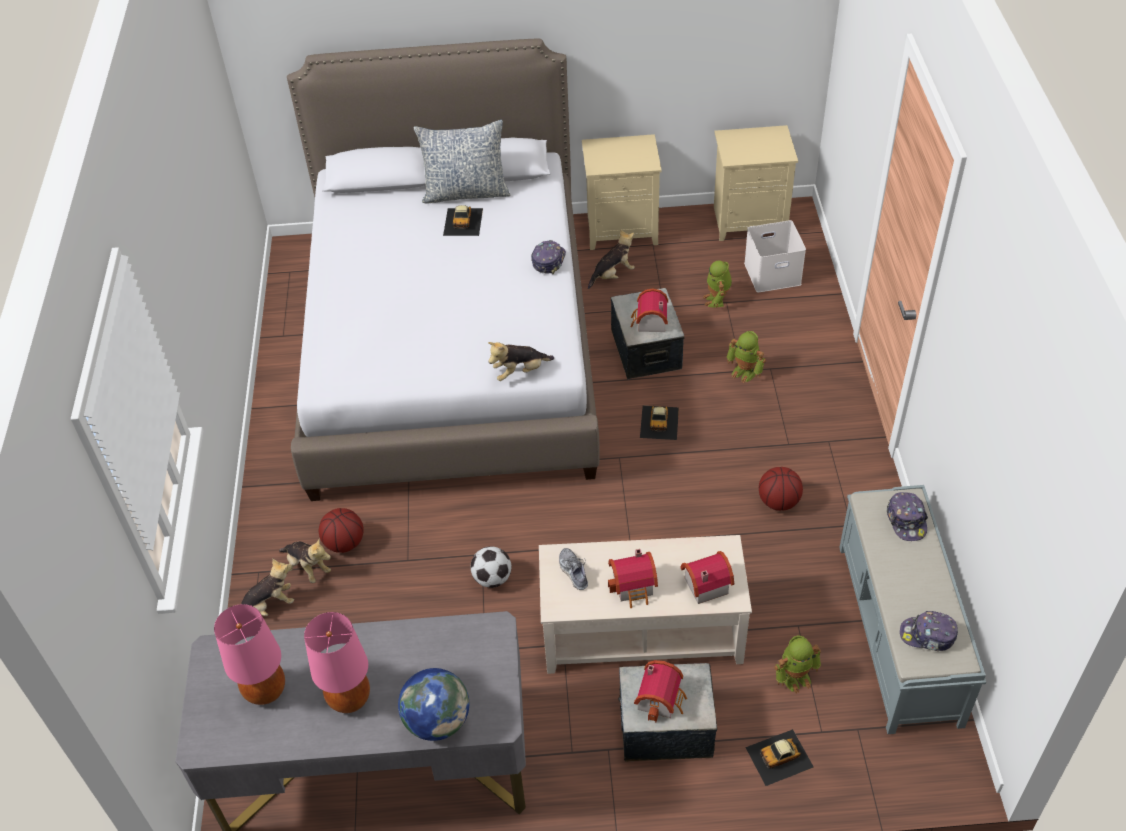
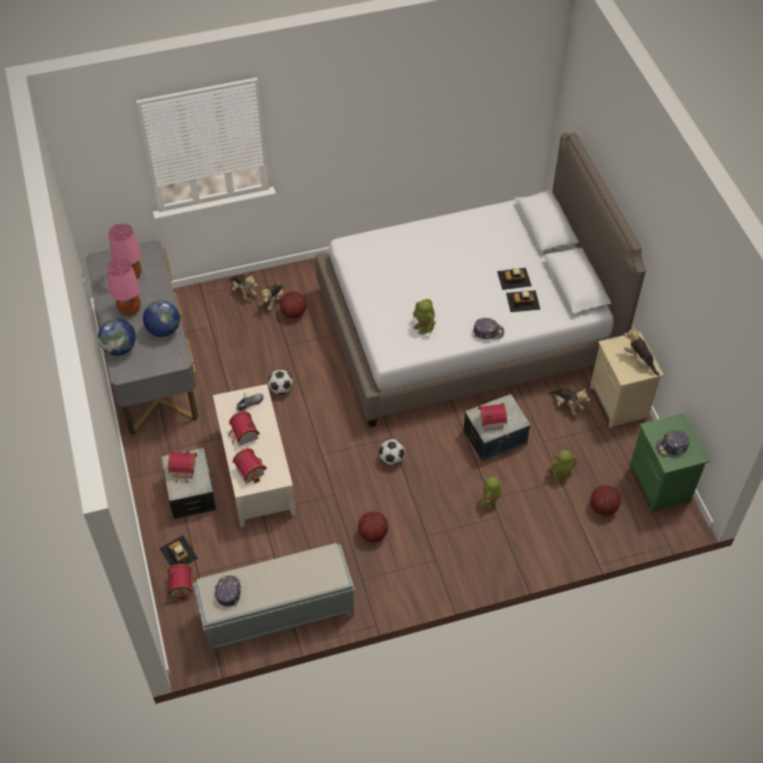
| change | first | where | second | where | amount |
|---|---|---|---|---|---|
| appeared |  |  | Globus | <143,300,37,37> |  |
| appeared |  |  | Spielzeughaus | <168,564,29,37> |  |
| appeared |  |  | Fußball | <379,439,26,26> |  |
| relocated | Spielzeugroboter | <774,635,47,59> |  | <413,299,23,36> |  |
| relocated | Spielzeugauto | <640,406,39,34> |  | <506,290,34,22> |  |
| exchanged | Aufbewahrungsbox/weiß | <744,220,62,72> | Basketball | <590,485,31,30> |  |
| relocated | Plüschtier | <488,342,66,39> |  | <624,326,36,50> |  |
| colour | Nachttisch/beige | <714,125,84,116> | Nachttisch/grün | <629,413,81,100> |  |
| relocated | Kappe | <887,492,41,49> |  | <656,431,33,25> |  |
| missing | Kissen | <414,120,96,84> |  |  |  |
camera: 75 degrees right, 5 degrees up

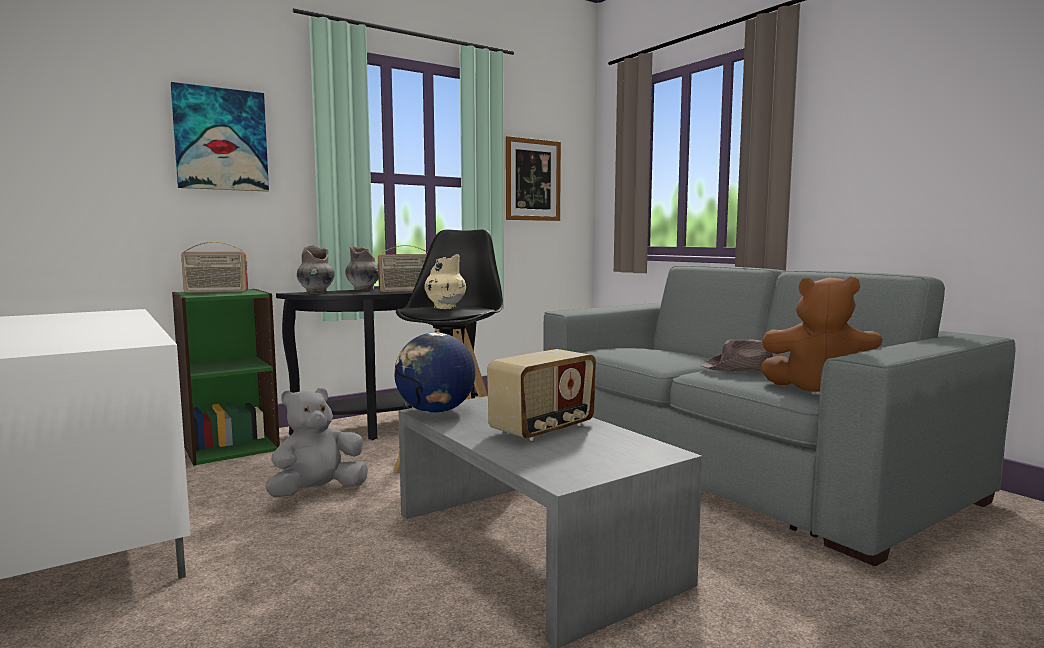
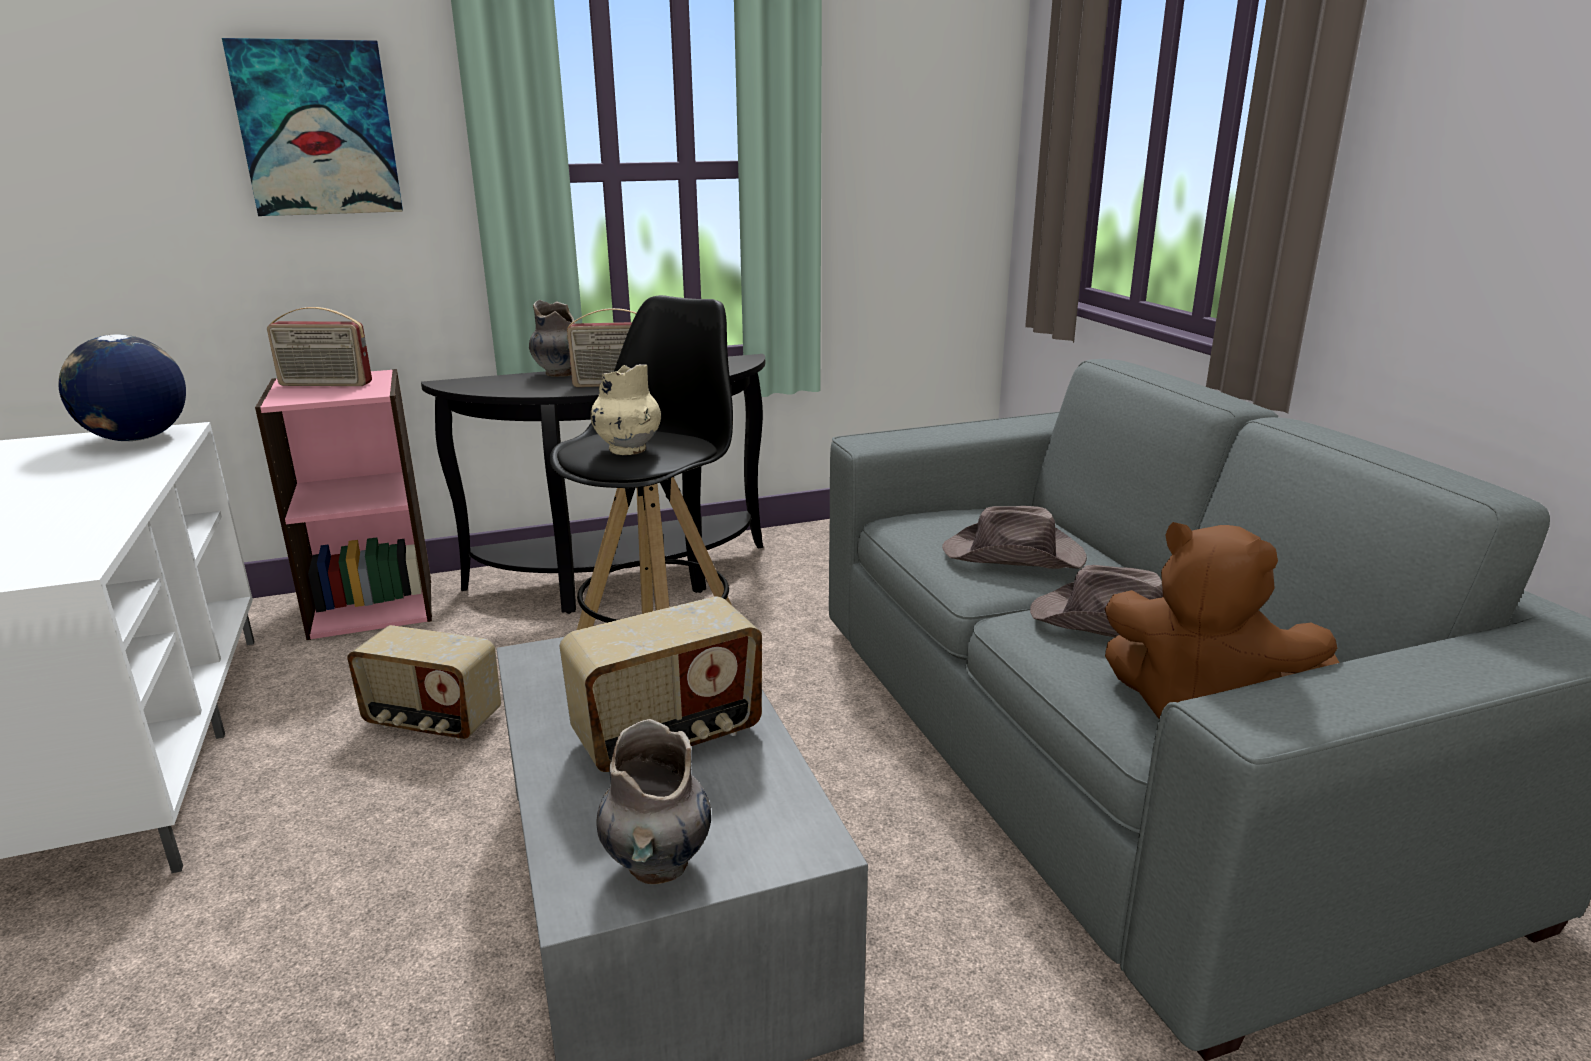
| change | first | where | second | where | amount |
|---|---|---|---|---|---|
| relocated | Globus | <394,332,82,81> |  | <58,334,128,107> |  |
| colour | Bücherregal/grün | <172,289,108,177> | Bücherregal/rosa | <255,369,177,271> |  |
| exchanged | Plüschtier/grau | <265,388,103,109> | Radio | <347,625,154,115> |  |
| relocated | Vase/grau | <297,246,38,48> |  | <596,719,115,165> |  |
| appeared |  |  | Hut/braun | <942,506,145,63> |  |
| missing | Bild | <506,136,55,85> |  |  |  |
camera: 15 degrees right, 15 degrees up

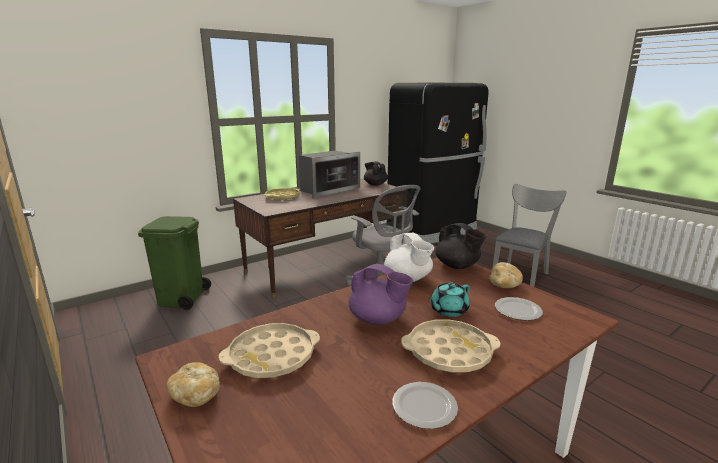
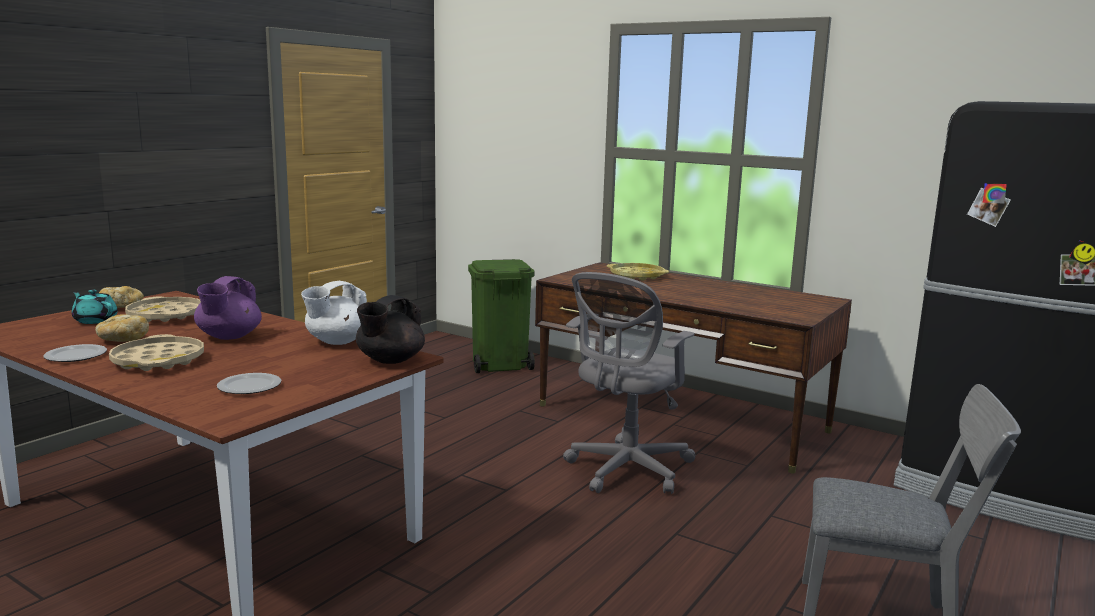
| change | first | where | second | where | amount |
|---|---|---|---|---|---|
| relocated | Teekanne/türkis | <428,283,42,34> |  | <72,290,46,34> |  |
| relocated | Brot | <489,262,34,26> |  | <95,314,54,28> |  |
| missing | Mikrowelle | <299,151,61,47> |  |  |  |
| missing | Teekanne/schwarz | <364,161,24,25> |  |  |  |
camera: 70 degrees right, 5 degrees down

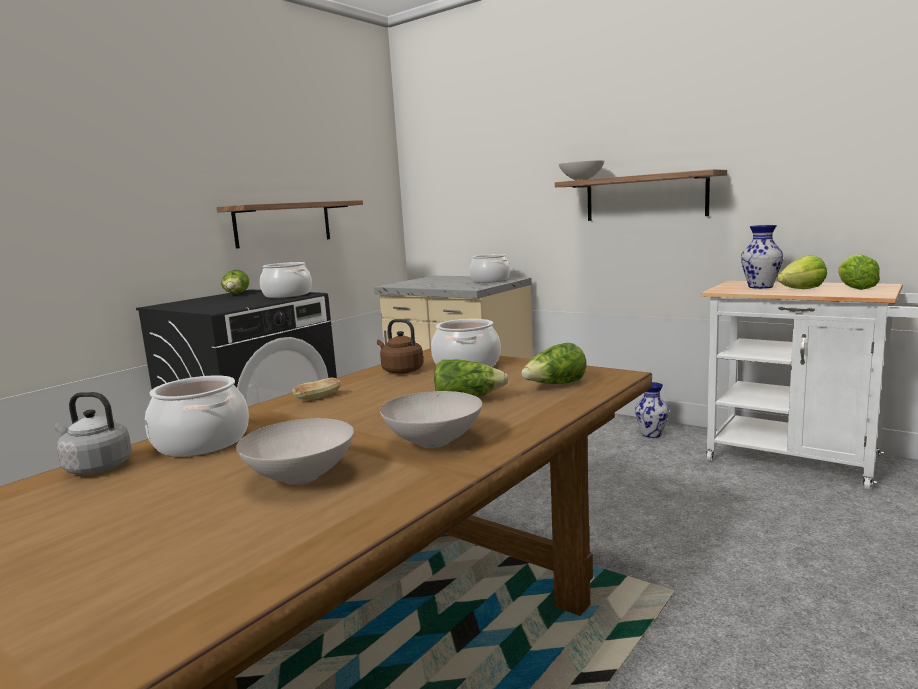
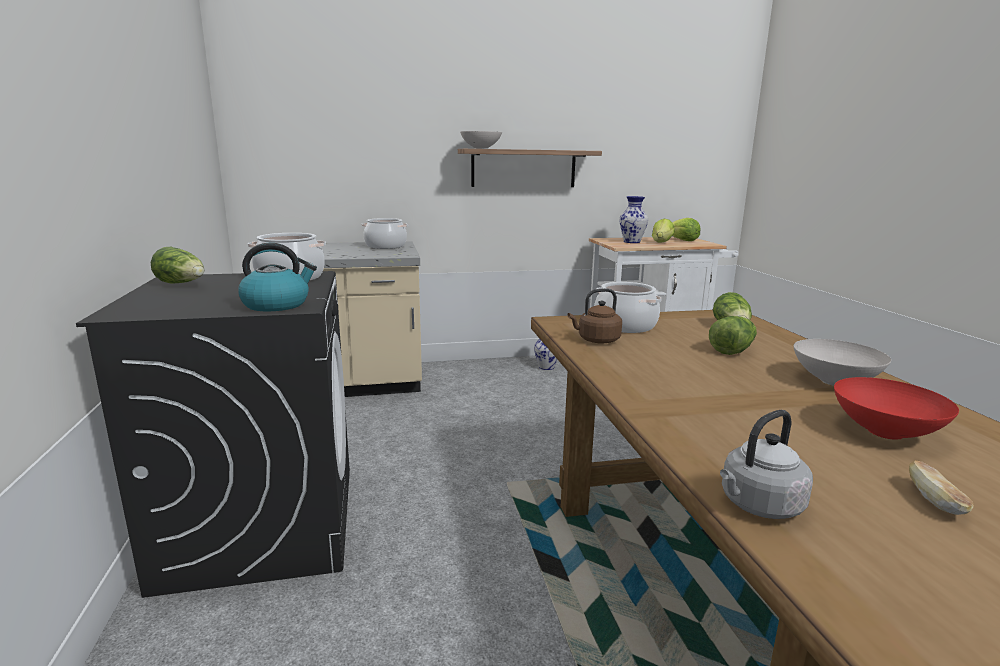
| change | first | where | second | where | amount |
|---|---|---|---|---|---|
| appeared |  |  | Wasserkessel | <238,243,79,68> |  |
| colour | Schüssel/weiß | <236,418,118,67> | Schüssel/rot | <834,377,125,63> |  |
| relocated | Brot | <293,378,48,22> |  | <909,461,65,54> |  |
| missing | Kochtopf | <145,375,104,81> |  |  |  |
| missing | Wandregal | <217,200,146,49> |  |  |  |
camera: 50 degrees left, 5 degrees up

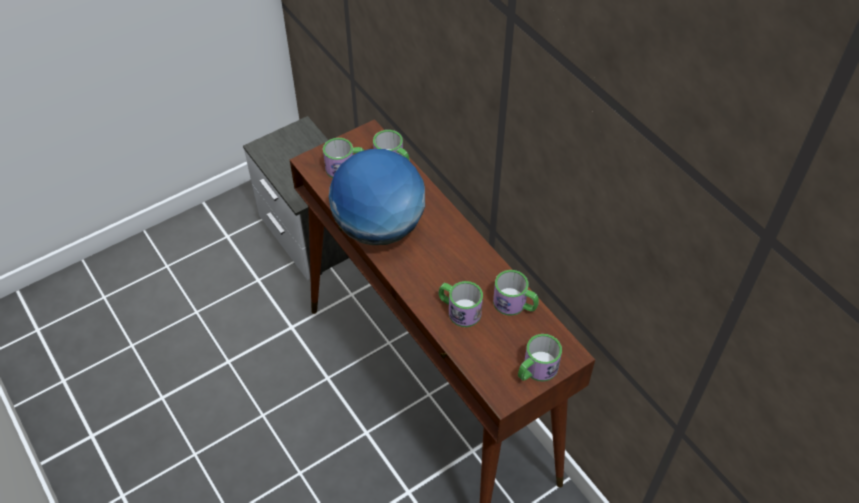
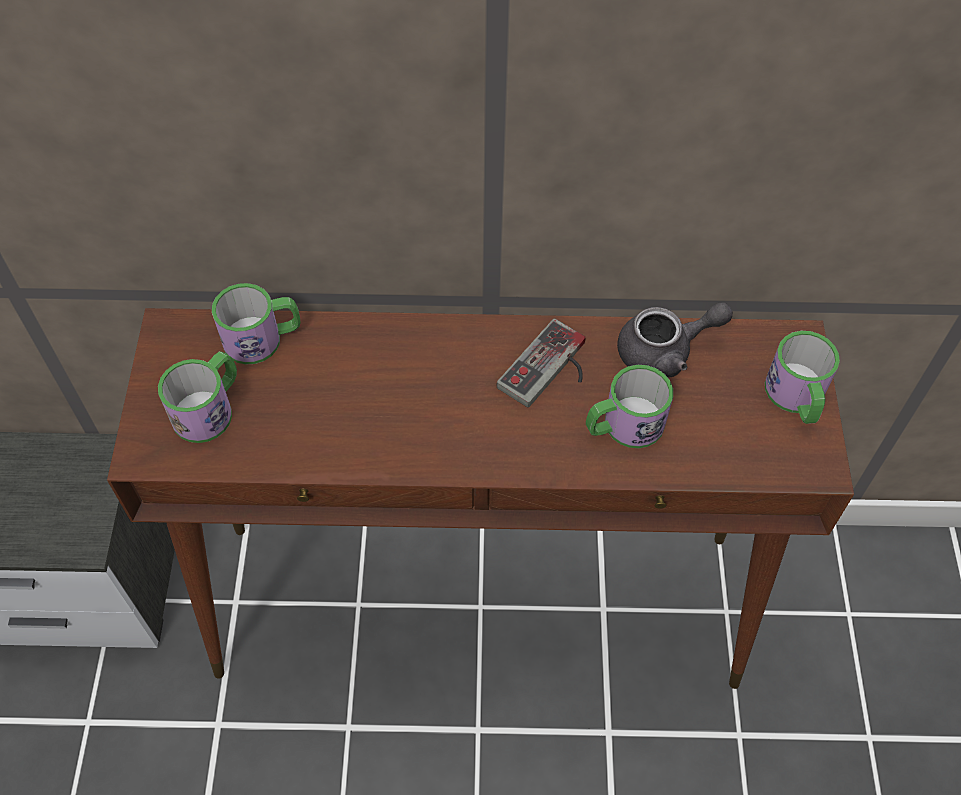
| change | first | where | second | where | amount |
|---|---|---|---|---|---|
| appeared |  |  | Gamepad | <496,318,90,90> |  |
| exchanged | Henkelbecher | <493,270,46,46> | Teekanne/grau | <617,302,116,75> |  |
| missing | Globus | <329,149,96,96> |  |  |  |
camera: 55 degrees left, 5 degrees up

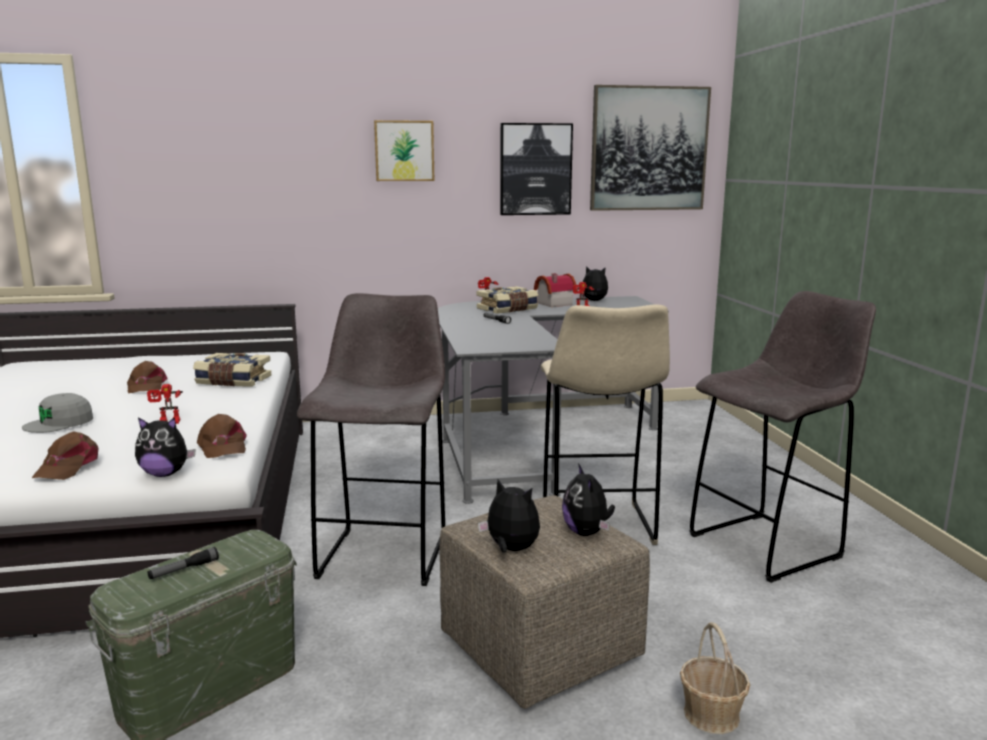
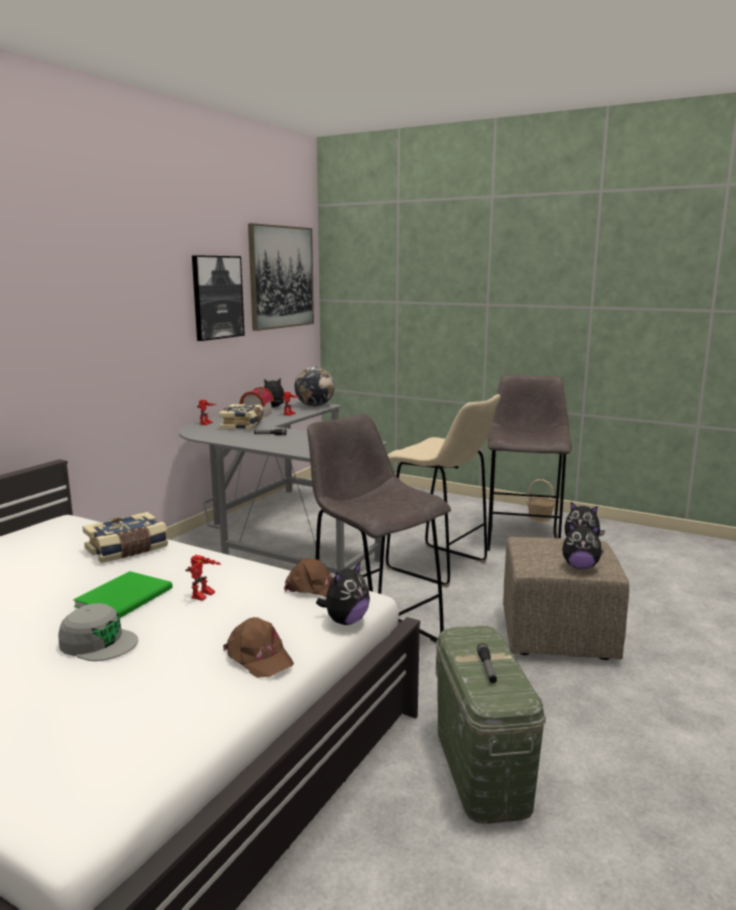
| change | first | where | second | where | amount |
|---|---|---|---|---|---|
| spun | Kappe/grau | <22,393,71,40> |  | <58,603,80,58> | 60 degrees counterclockwise |
| appeared |  |  | Buch/grün | <73,571,100,47> |  |
| appeared |  |  | Globus | <295,367,39,40> |  |
| relocated | Korb | <680,622,70,112> |  | <527,479,28,43> |  |
| spun | Plüschtier | <478,479,62,73> |  | <562,523,42,46> | 150 degrees counterclockwise |
| missing | Kappe/braun | <127,361,41,32> |  |  |  |
| missing | Bild | <374,120,60,61> |  |  |  |
camera: 50 degrees left, 0 degrees up

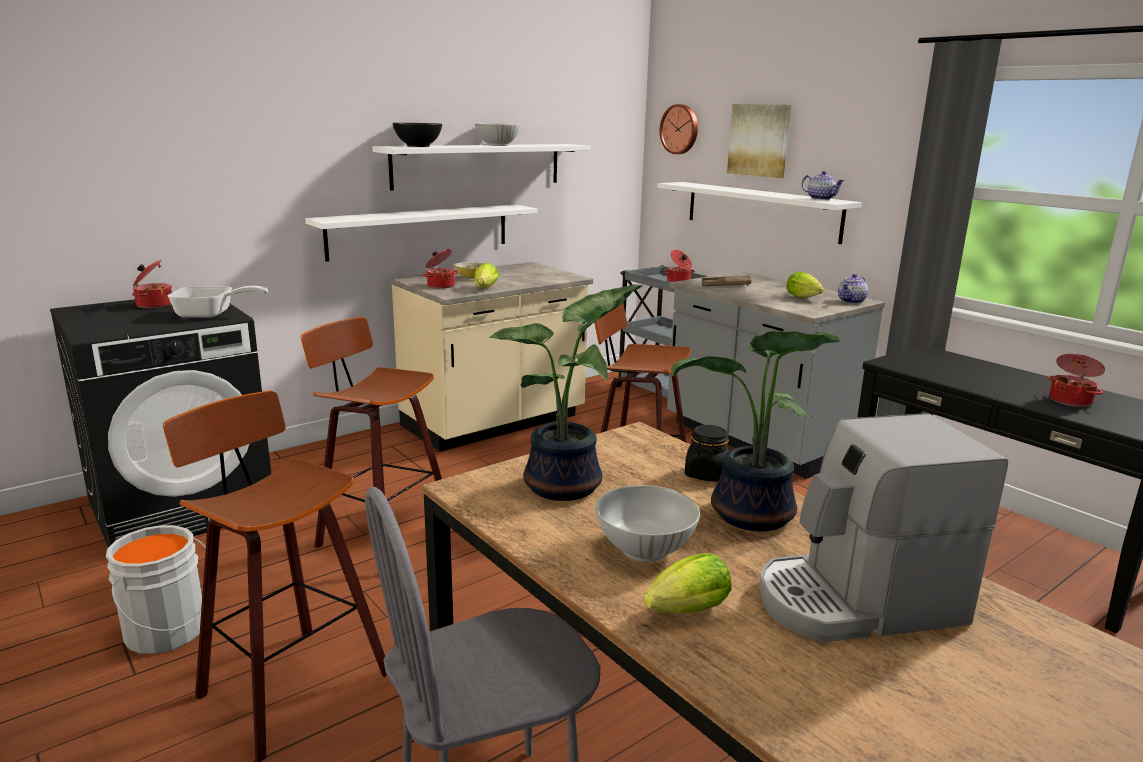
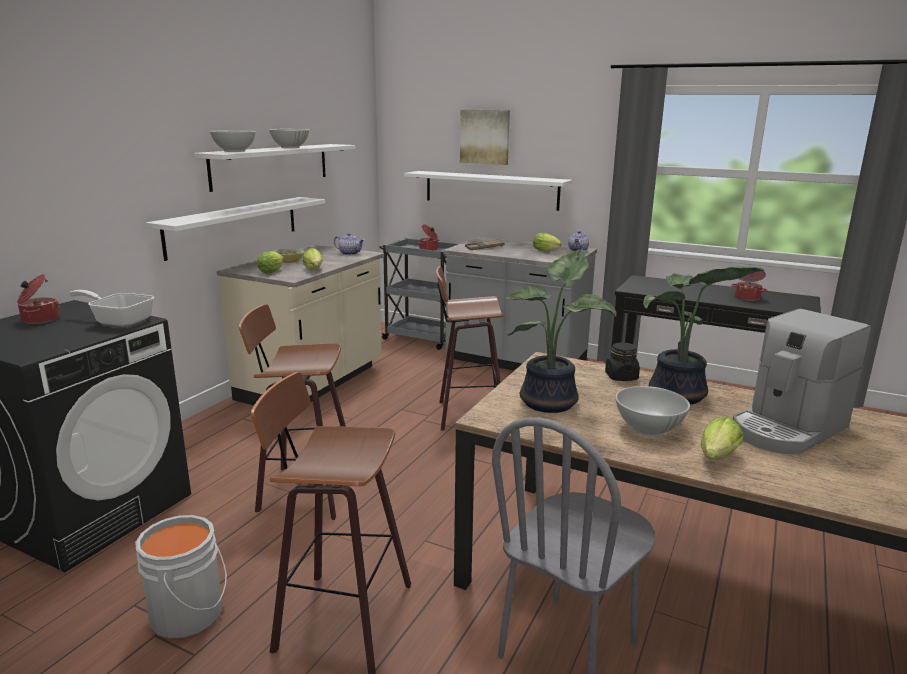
| change | first | where | second | where | amount |
|---|---|---|---|---|---|
| spun | Pfanne | <168,286,100,32> |  | <69,290,85,37> | 135 degrees counterclockwise |
| colour | Schüssel/schwarz | <392,123,50,24> | Schüssel/weiß | <210,130,46,22> |  |
| exchanged | Kochtopf | <422,249,37,39> | Salatkopf | <257,251,27,23> |  |
| relocated | Teekanne | <802,171,43,29> |  | <334,233,30,22> |  |
| missing | Wanduhr | <660,104,38,50> |  |  |  |
camera: 25 degrees left, 0 degrees up

